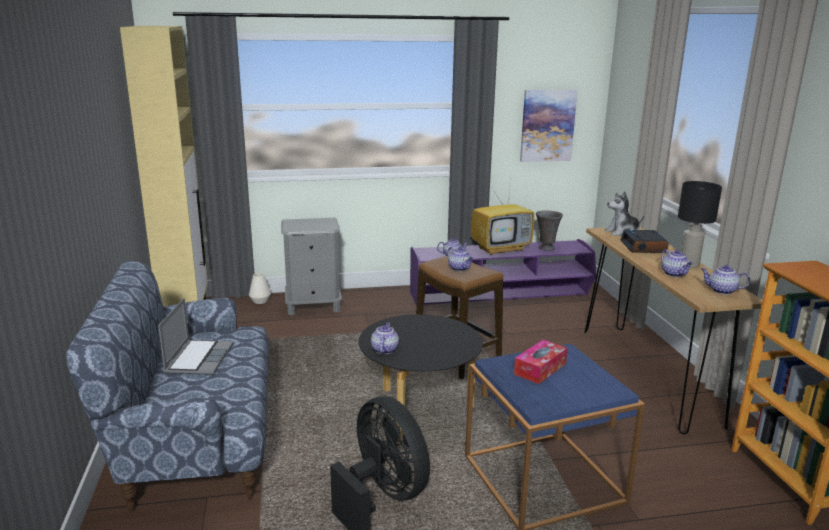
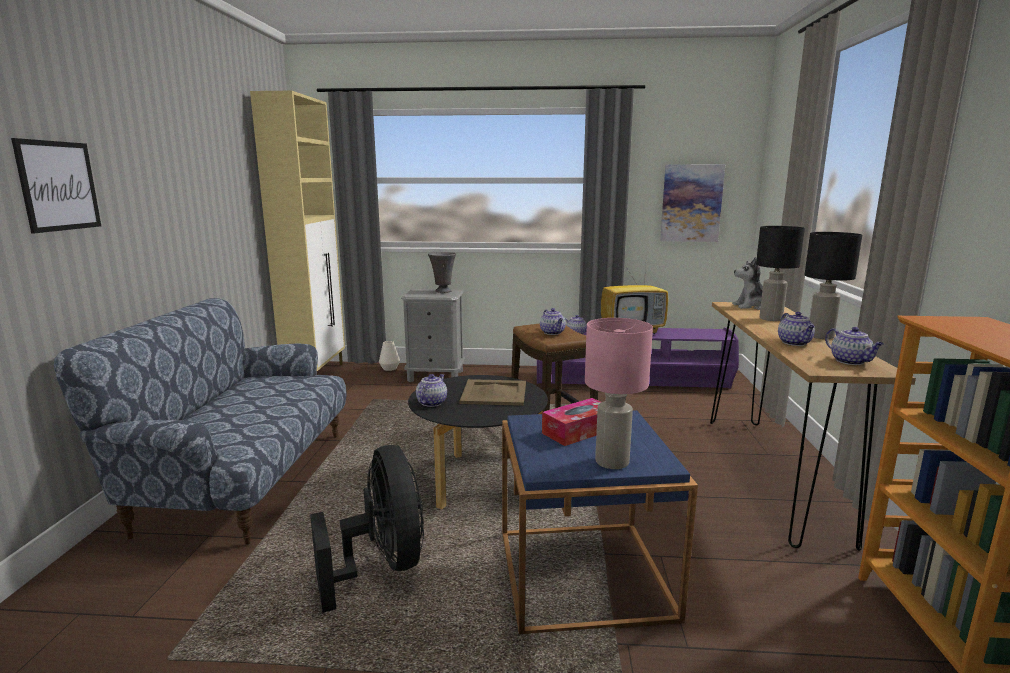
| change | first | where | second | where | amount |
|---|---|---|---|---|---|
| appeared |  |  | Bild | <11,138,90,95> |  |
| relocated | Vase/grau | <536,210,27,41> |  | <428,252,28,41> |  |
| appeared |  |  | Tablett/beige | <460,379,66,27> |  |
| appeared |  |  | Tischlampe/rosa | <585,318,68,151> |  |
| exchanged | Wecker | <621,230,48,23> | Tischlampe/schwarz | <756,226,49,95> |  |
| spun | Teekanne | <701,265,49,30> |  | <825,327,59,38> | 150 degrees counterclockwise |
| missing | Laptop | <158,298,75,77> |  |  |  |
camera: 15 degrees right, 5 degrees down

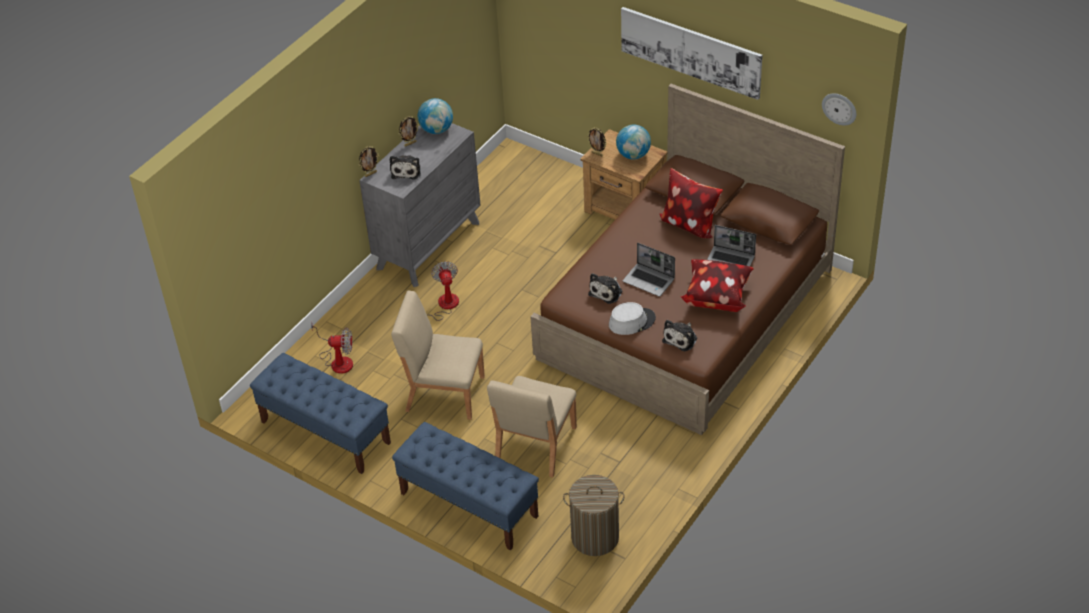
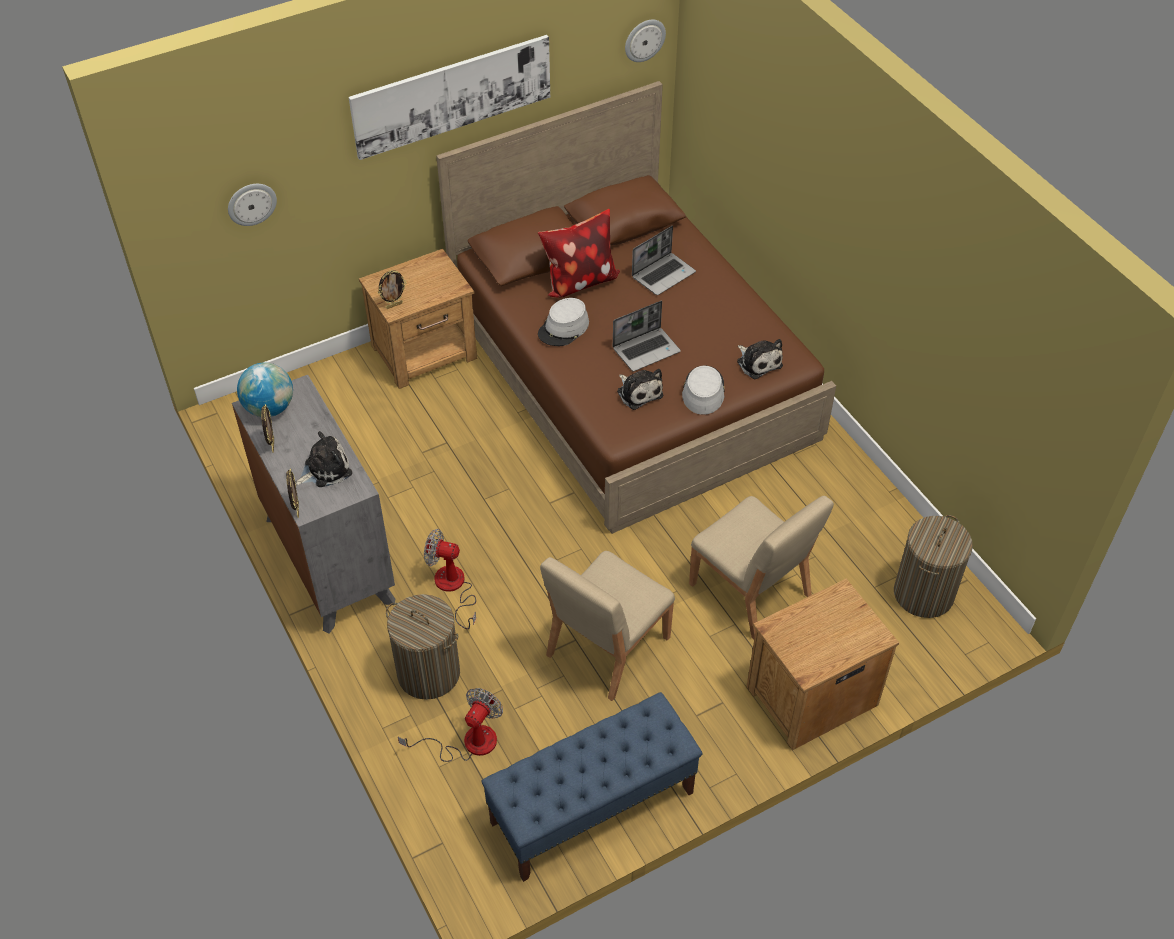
| change | first | where | second | where | amount |
|---|---|---|---|---|---|
| appeared |  |  | Wanduhr | <228,184,49,42> |  |
| spun | Plüschtier | <390,155,31,25> |  | <295,431,57,56> | 60 degrees counterclockwise |
| appeared |  |  | Wäschekorb | <386,594,74,106> |  |
| appeared |  |  | Hut/grau | <538,298,51,48> |  |
| exchanged | Bank/blau | <392,422,147,129> | Nachttisch/braun | <747,579,152,171> |  |
| missing | Globus | <616,124,35,35> |  |  |  |
| missing | Kissen | <680,259,74,53> |  |  |  |
camera: 65 degrees left, 5 degrees up

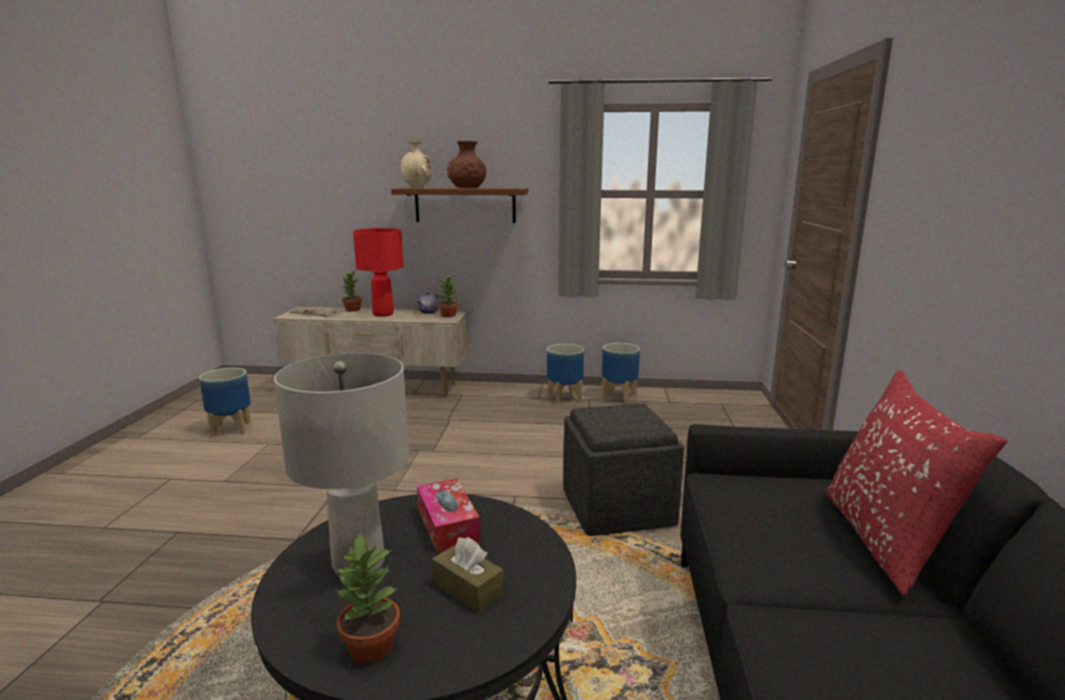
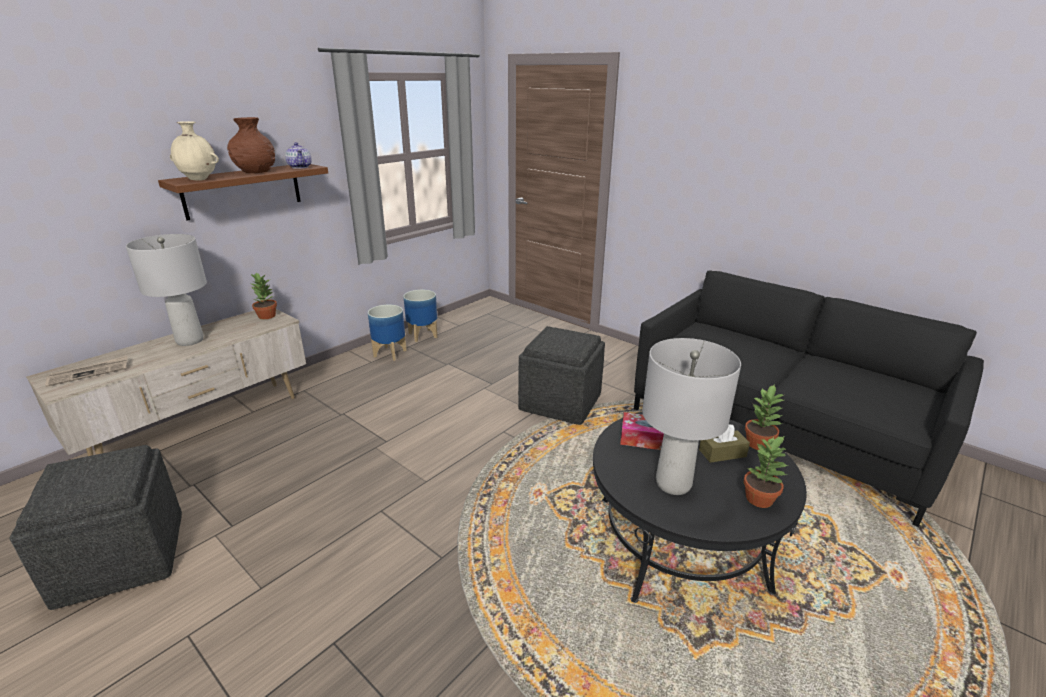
| change | first | where | second | where | amount |
|---|---|---|---|---|---|
| exchanged | Pflanzkübel | <199,368,52,69> | Polsterhocker/grau | <9,445,173,165> |  |
| colour | Tischlampe/rot | <353,227,50,90> | Tischlampe/grau | <126,234,81,112> |  |
| relocated | Teekanne | <416,292,23,22> |  | <285,142,27,27> |  |
| relocated | Topfpflanze | <342,270,20,41> |  | <745,385,39,65> |  |
| missing | Kissen/rot | <826,370,181,225> |  |  |  |
camera: 55 degrees left, 10 degrees up

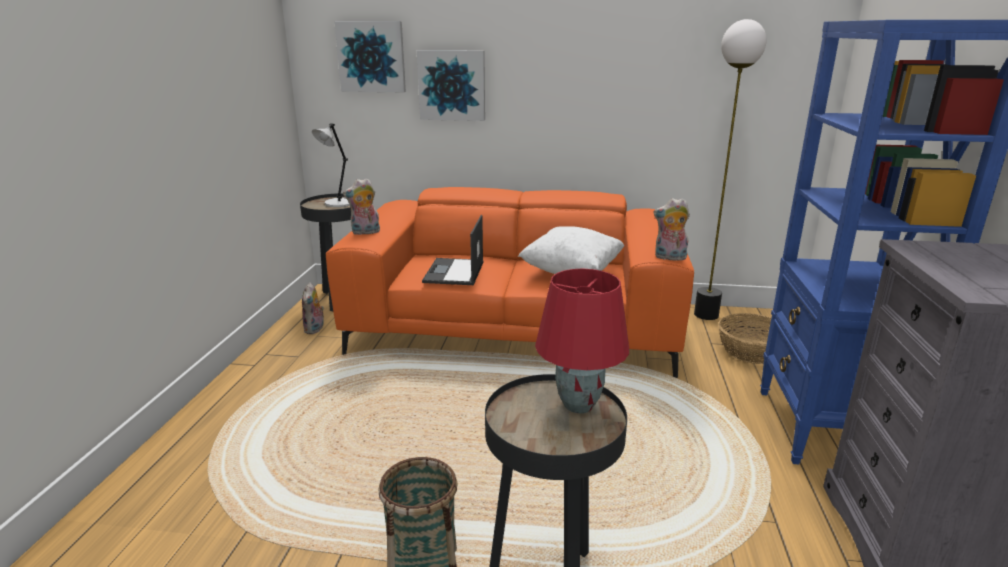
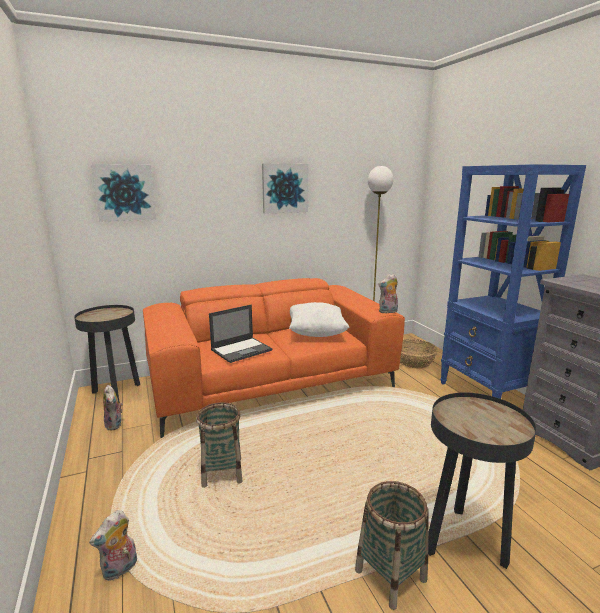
| change | first | where | second | where | amount |
|---|---|---|---|---|---|
| relocated | Plüschtier | <343,178,37,57> |  | <89,510,48,71> |  |
| appeared |  |  | Korb | <196,402,46,86> |  |
| spun | Laptop | <422,215,61,70> |  | <209,304,63,59> | 105 degrees counterclockwise |
| relocated | Bild | <417,50,68,71> |  | <262,163,46,51> |  |
| missing | Tischlampe/grau | <312,123,38,84> |  |  |  |
| missing | Tischlampe/rot | <535,269,94,144> |  |  |  |
camera: 30 degrees left, 5 degrees down

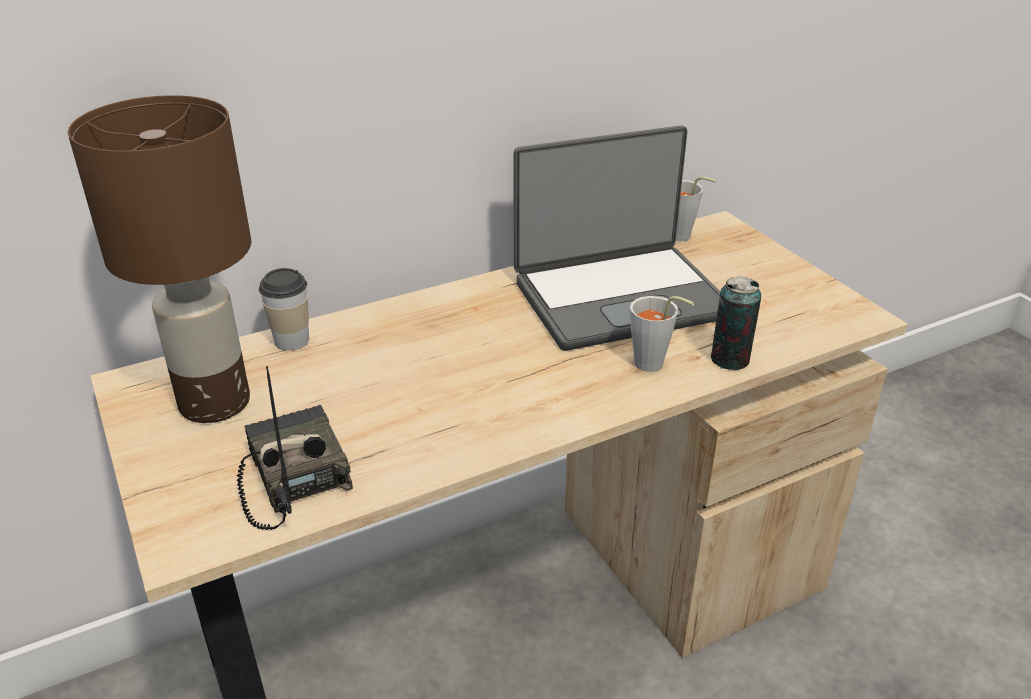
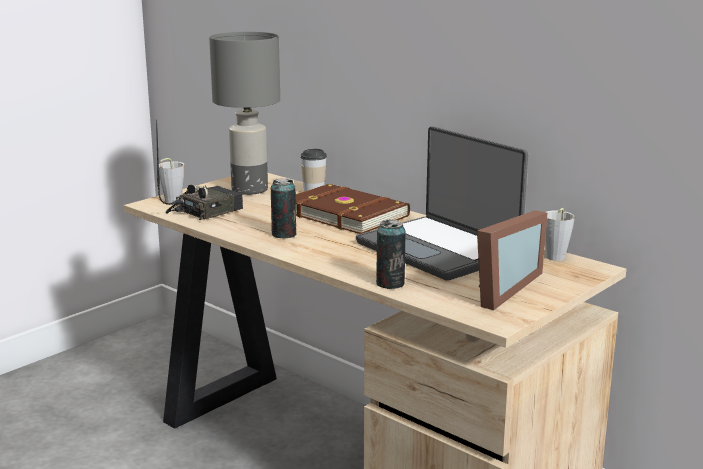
| change | first | where | second | where | amount |
|---|---|---|---|---|---|
| relocated | Tasse/grau | <630,296,64,76> |  | <159,158,26,45> |  |
| colour | Tischlampe/braun | <67,95,185,328> | Tischlampe/grau | <209,32,71,163> |  |
| appeared |  |  | Dose | <271,178,25,61> |  |
| appeared |  |  | Buch/braun | <296,184,114,50> |  |
| appeared |  |  | Bilderrahmen | <477,210,70,100> |  |
camera: 70 degrees right, 15 degrees down

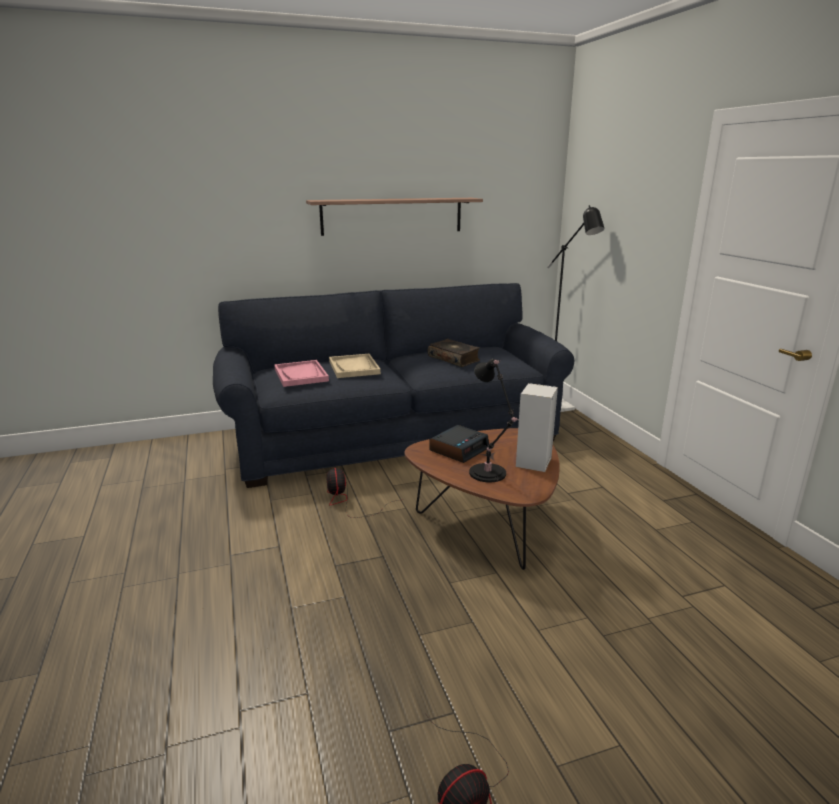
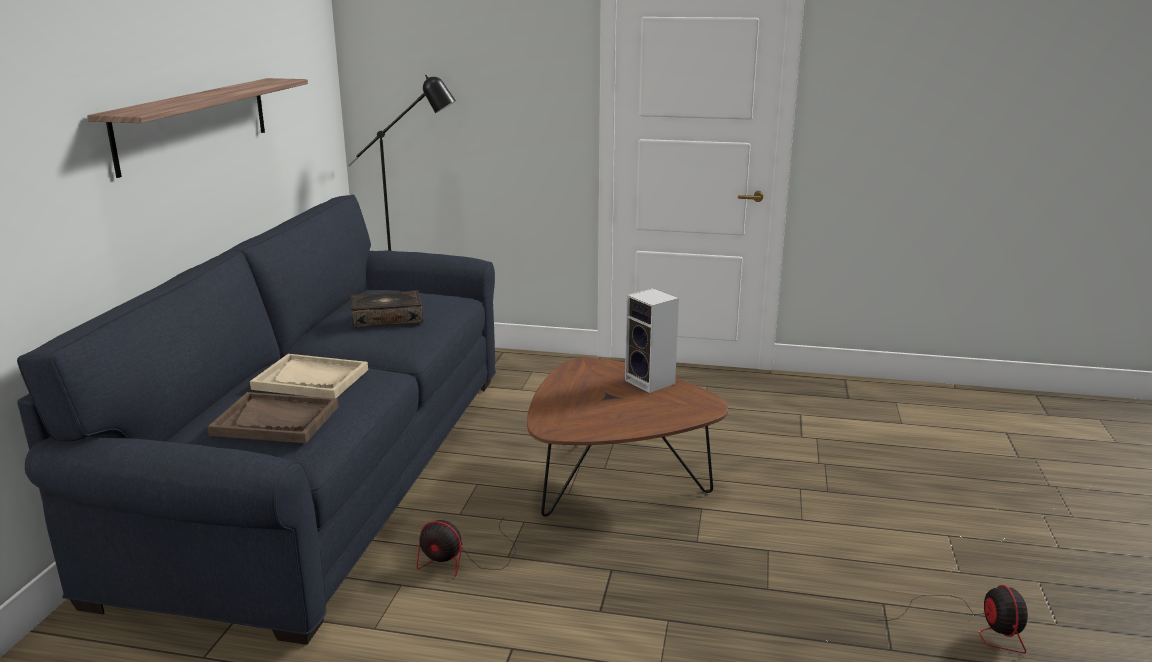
| change | first | where | second | where | amount |
|---|---|---|---|---|---|
| colour | Tablett/rosa | <274,360,55,27> | Tablett/braun | <208,392,130,51> |  |
| missing | Wecker | <430,425,59,38> |  |  |  |
| missing | Tischlampe/schwarz | <469,359,49,123> |  |  |  |
camera: 60 degrees left, 0 degrees up

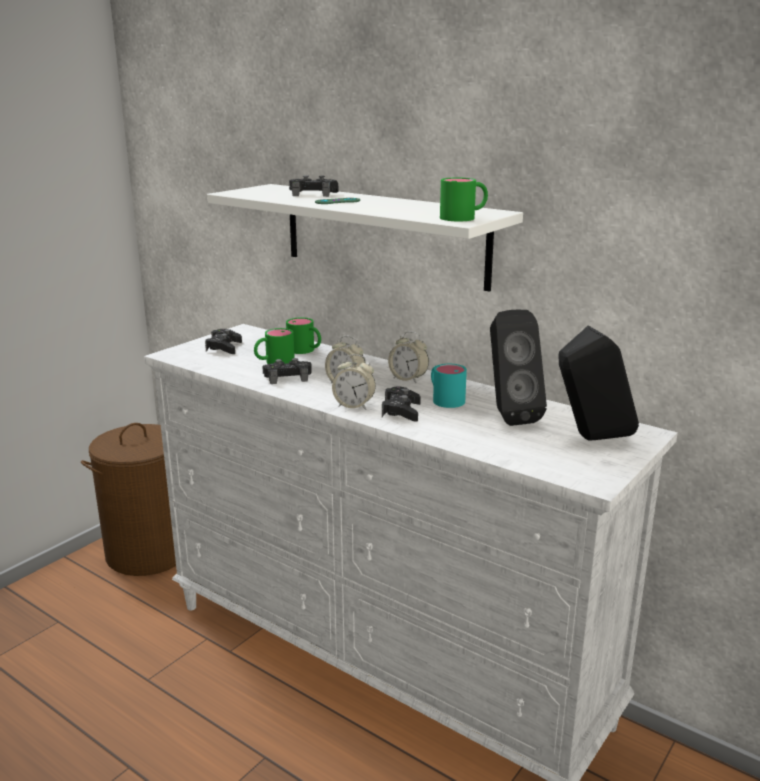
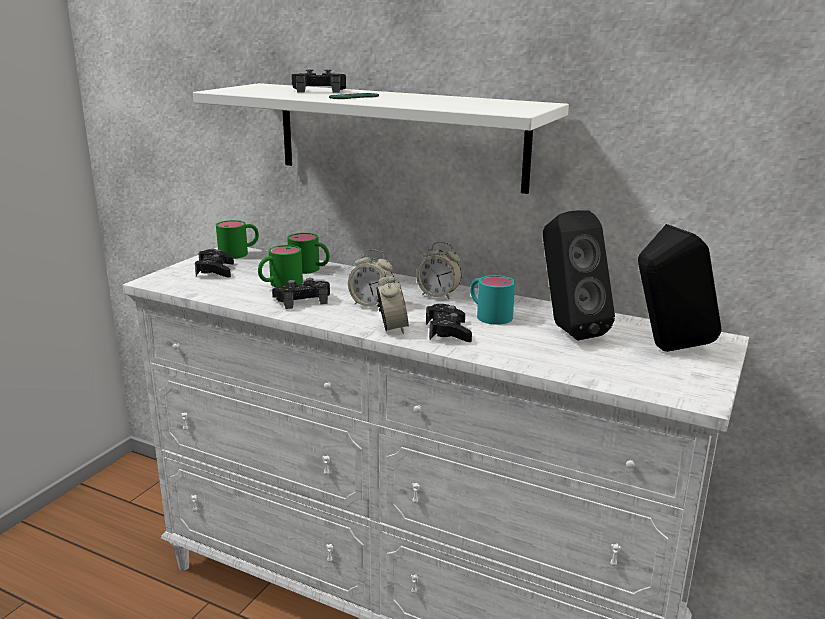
| change | first | where | second | where | amount |
|---|---|---|---|---|---|
| relocated | Henkelbecher/grün | <440,178,48,43> |  | <216,220,43,39> |  |
| spun | Wecker | <332,354,44,56> |  | <376,270,33,64> | 105 degrees counterclockwise |
| missing | Wäschekorb/braun | <81,423,95,153> |  |  |  |
camera: 10 degrees left, 0 degrees up

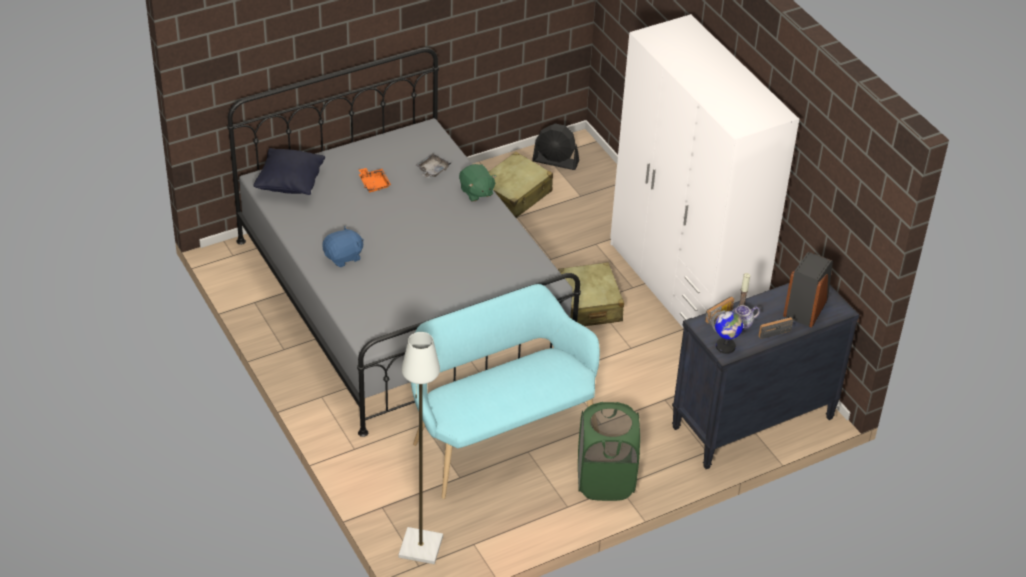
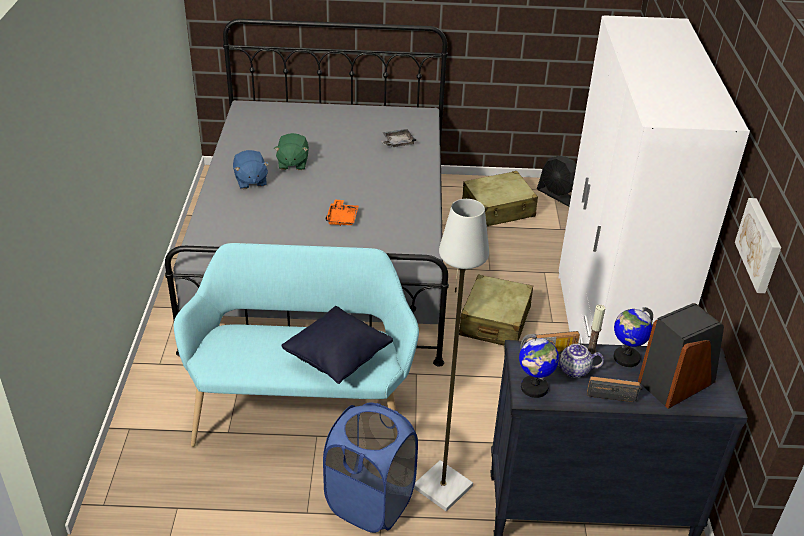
| change | first | where | second | where | amount |
|---|---|---|---|---|---|
| spun | Plüschtier/blau | <323,226,41,41> |  | <233,150,36,39> | 75 degrees clockwise |
| relocated | Plüschtier/grün | <459,164,38,37> |  | <274,133,35,37> |  |
| relocated | Kissen/schwarz | <253,148,72,47> |  | <281,306,112,78> |  |
| colour | Wäschekorb/grün | <578,402,62,99> | Wäschekorb/blau | <323,402,95,131> |  |
| relocated | Tablett/orange | <359,168,32,24> |  | <325,199,34,27> |  |
| relocated | Stehlampe/grau | <399,332,44,232> |  | <414,199,75,312> |  |
| appeared |  |  | Globus | <614,307,39,60> |  |
| appeared |  |  | Bild | <735,198,46,95> |  |
camera: 30 degrees right, 5 degrees down

